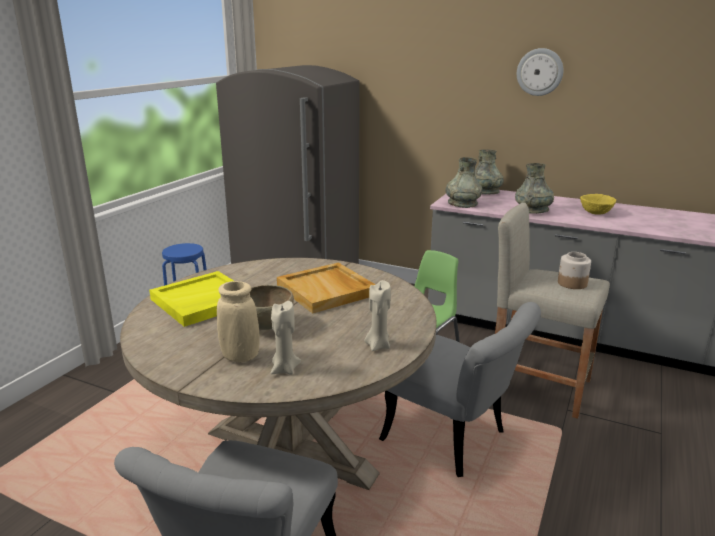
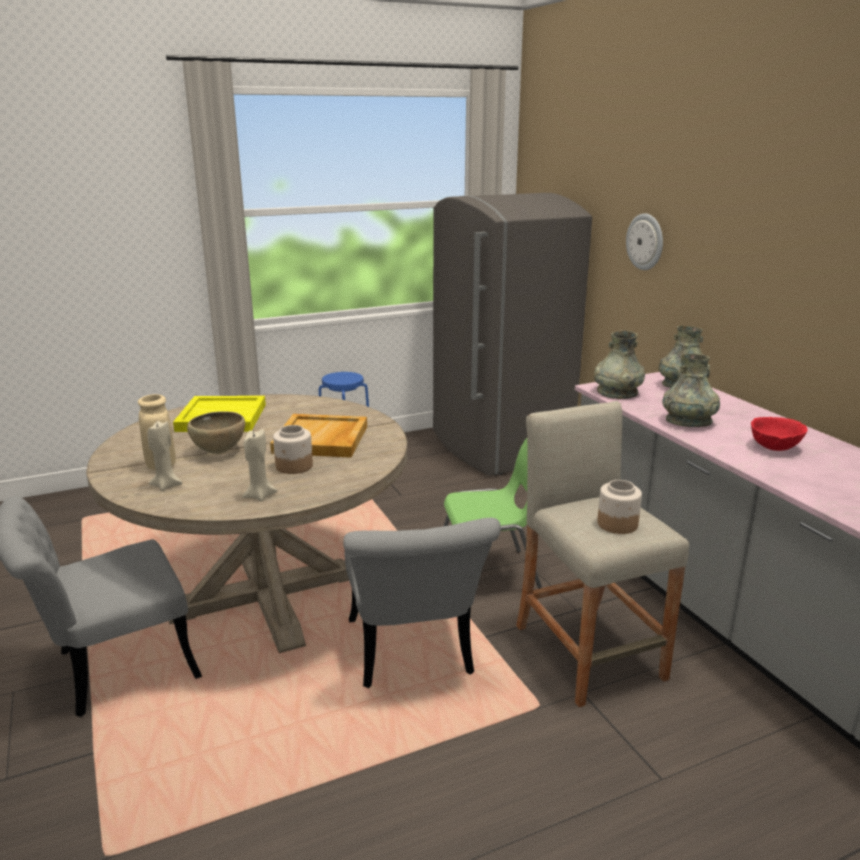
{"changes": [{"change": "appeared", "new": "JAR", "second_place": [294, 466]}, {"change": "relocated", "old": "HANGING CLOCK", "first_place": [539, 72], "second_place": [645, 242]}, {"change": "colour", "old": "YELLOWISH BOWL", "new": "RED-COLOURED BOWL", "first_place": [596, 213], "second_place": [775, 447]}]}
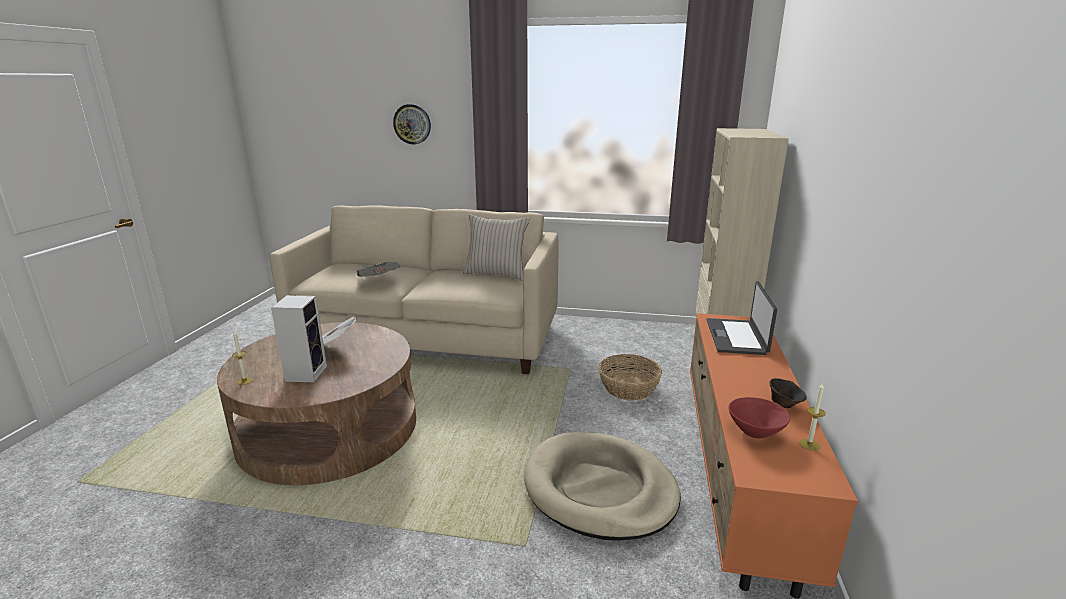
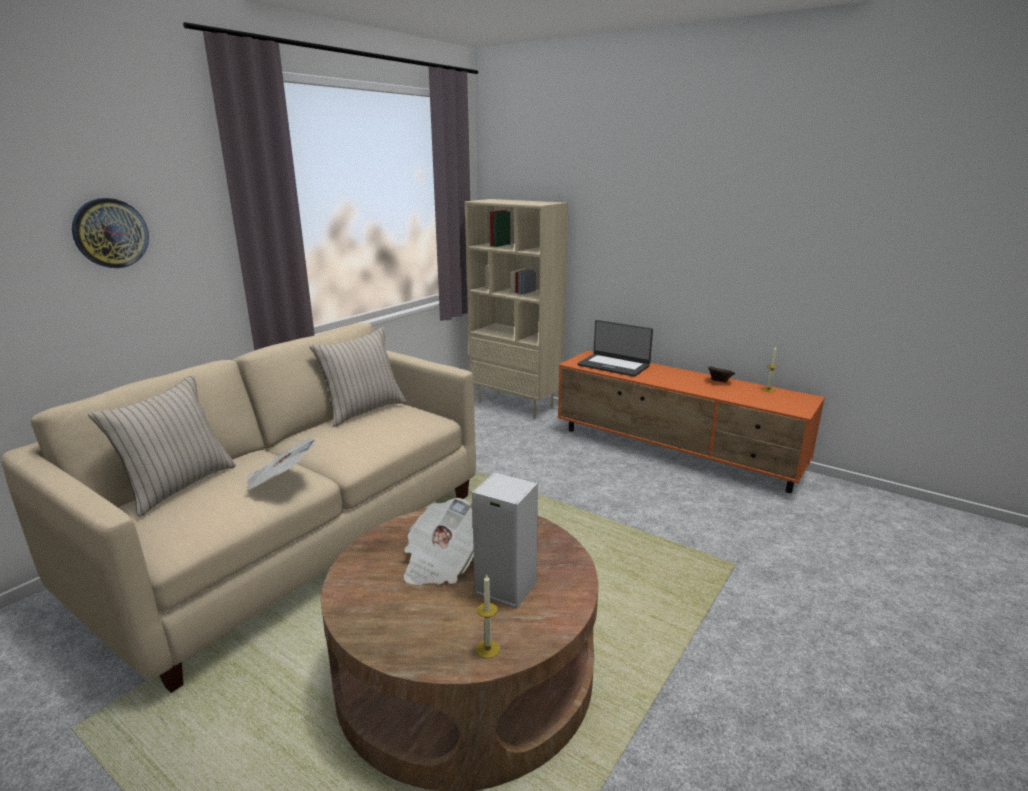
{"changes": [{"change": "appeared", "new": "SAND-COLOURED CUSHION", "second_place": [178, 486]}, {"change": "missing", "old": "SAND-COLOURED PET BED", "first_place": [599, 489]}, {"change": "missing", "old": "HOUSEHOLD BASKET", "first_place": [629, 388]}, {"change": "missing", "old": "RED-COLOURED BOWL", "first_place": [756, 432]}]}
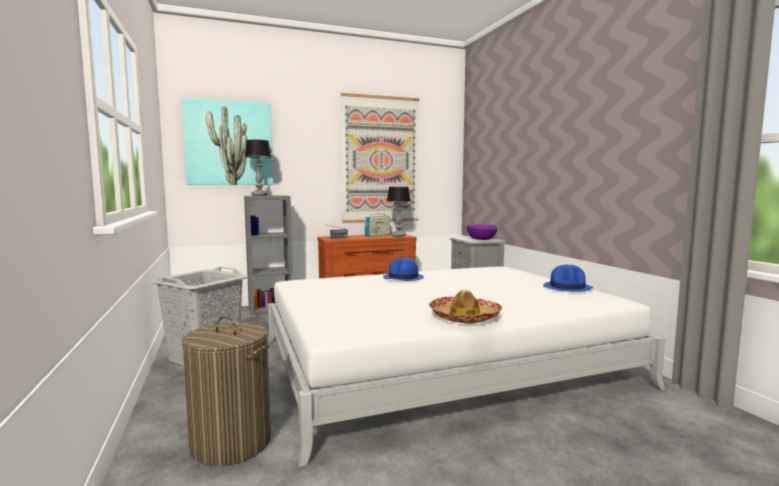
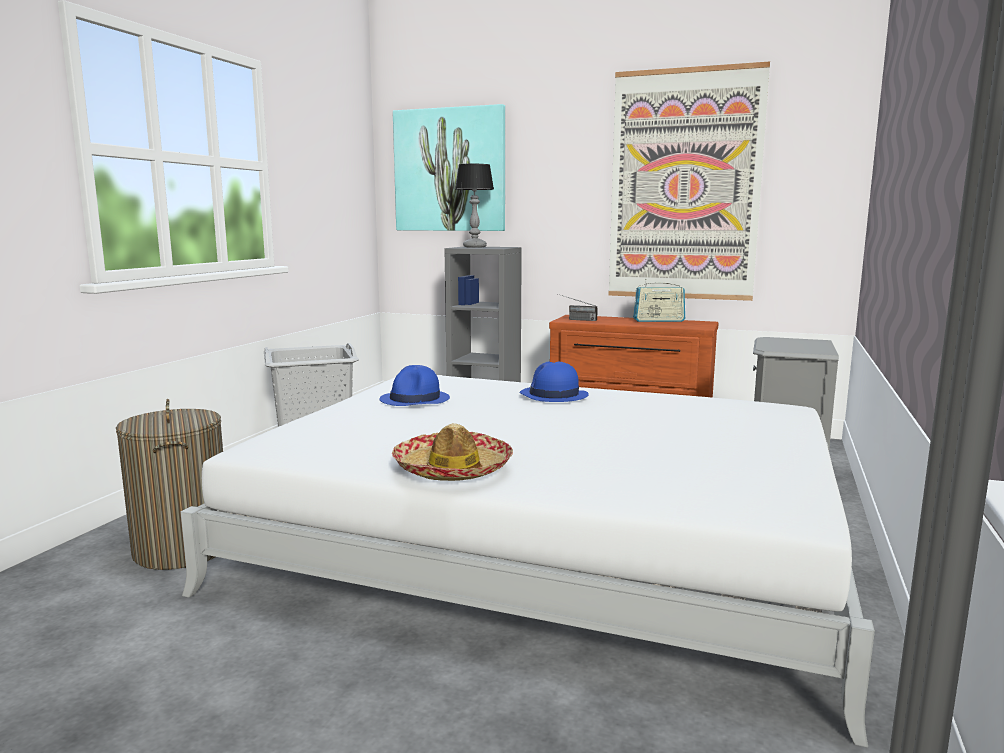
{"changes": [{"change": "relocated", "old": "BLUE-COLOURED WEARABLE HAT", "first_place": [567, 287], "second_place": [415, 400]}, {"change": "missing", "old": "TABLETOP LAMP", "first_place": [398, 236]}, {"change": "missing", "old": "PURPLISH BOWL", "first_place": [481, 239]}]}
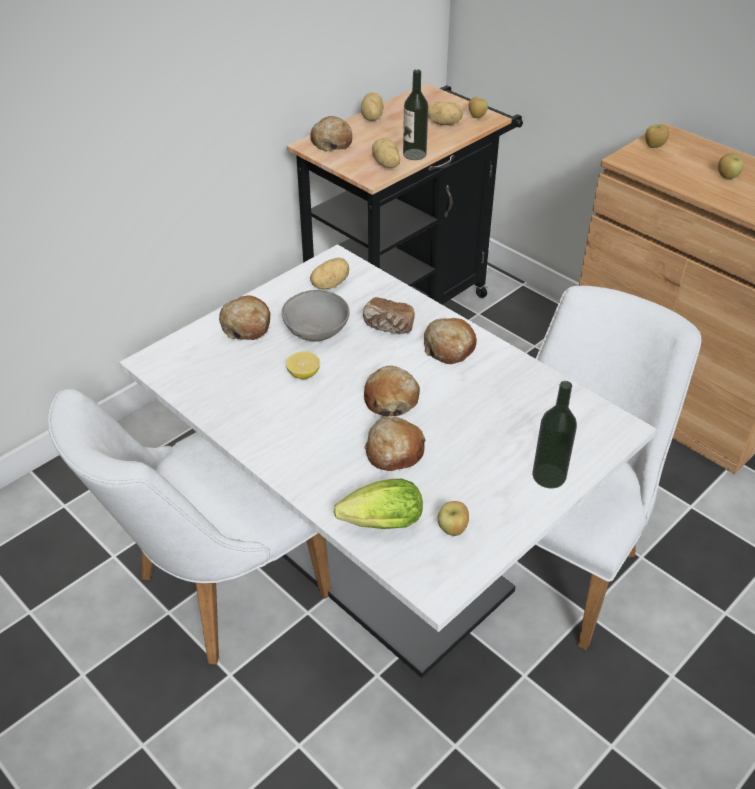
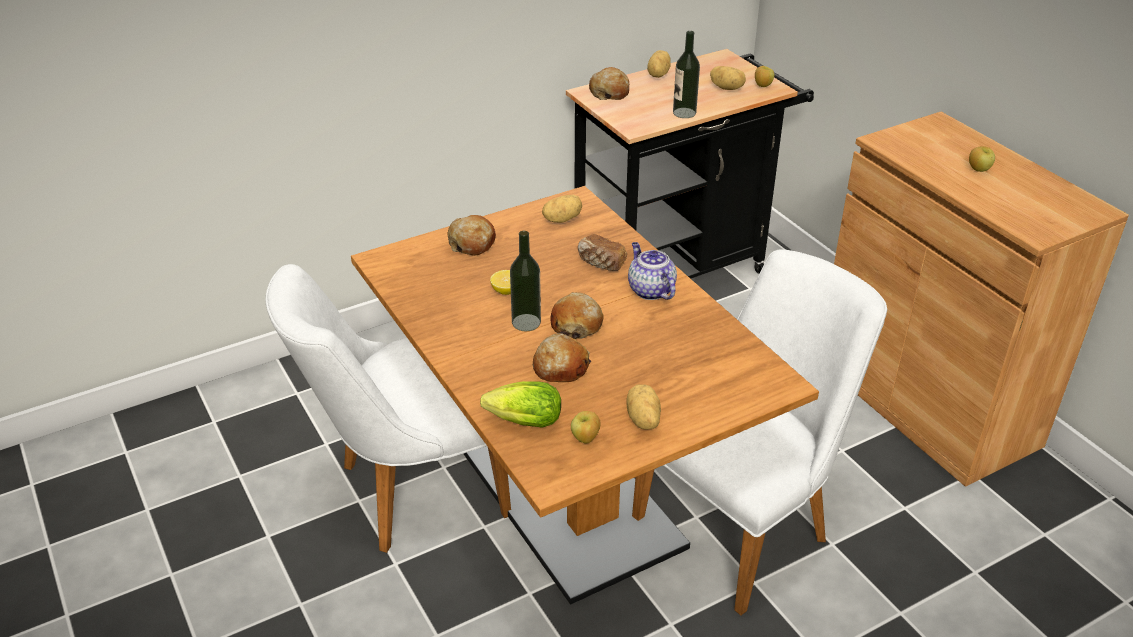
{"changes": [{"change": "colour", "old": "WHITE-COLOURED KITCHEN TABLE", "new": "BROWN-COLOURED KITCHEN TABLE", "first_place": [377, 558], "second_place": [566, 493]}, {"change": "relocated", "old": "BOTTLE", "first_place": [549, 476], "second_place": [526, 322]}, {"change": "relocated", "old": "POTATO", "first_place": [385, 165], "second_place": [642, 420]}, {"change": "exchanged", "old": "BREAD", "new": "TEA POT", "first_place": [449, 348], "second_place": [650, 290]}, {"change": "missing", "old": "GREYISH BOWL", "first_place": [317, 330]}, {"change": "missing", "old": "APPLE", "first_place": [654, 146]}]}
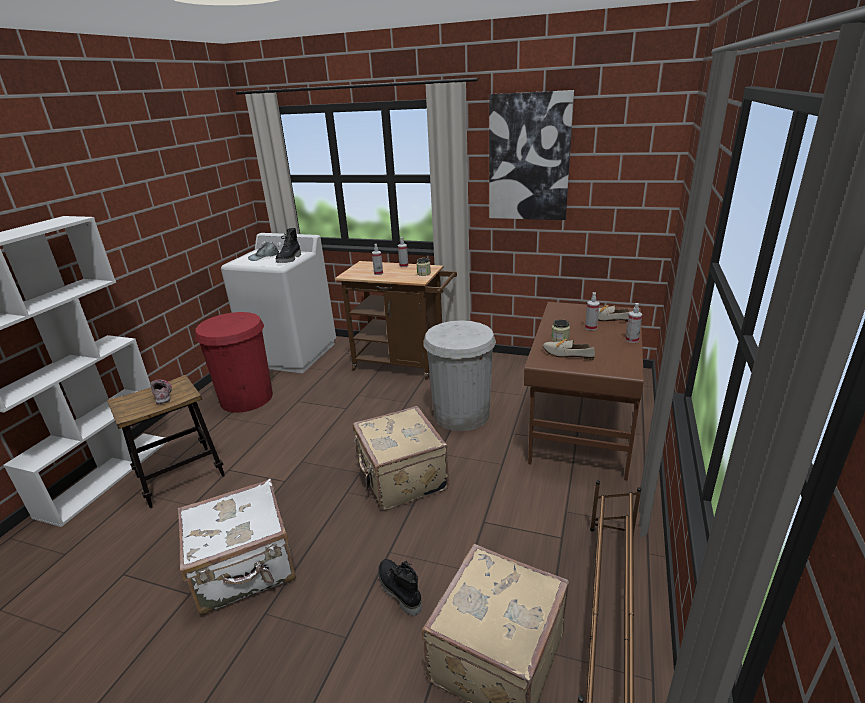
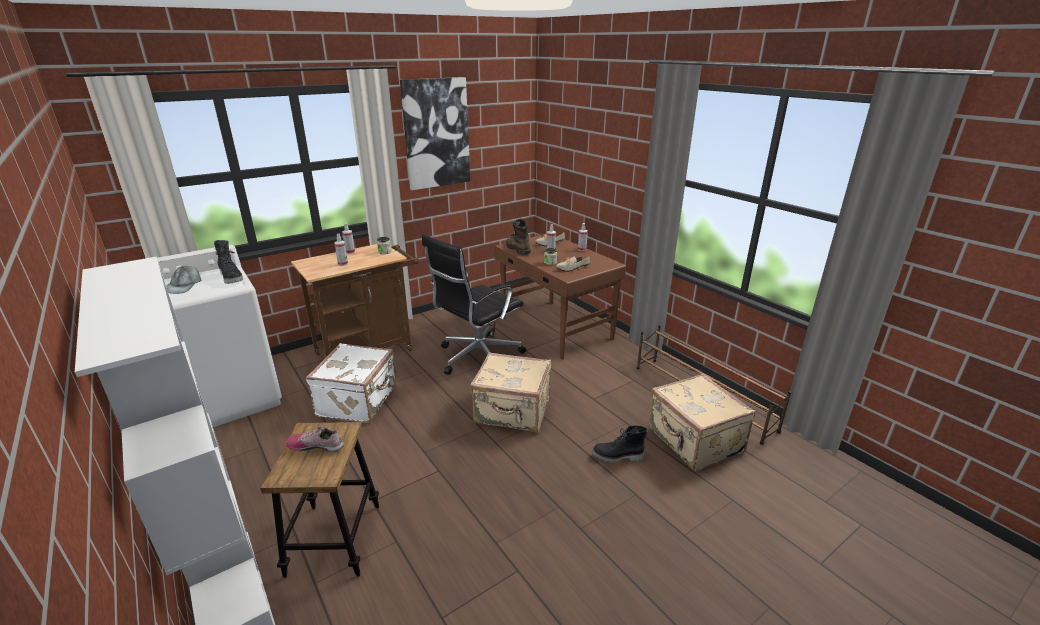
{"changes": [{"change": "relocated", "old": "WHITE-COLOURED PIECE OF LUGGAGE", "first_place": [245, 569], "second_place": [359, 401]}, {"change": "exchanged", "old": "WHITE-COLOURED WASTE BIN", "new": "BLACKISH OFFICE CHAIR", "first_place": [461, 414], "second_place": [477, 358]}, {"change": "appeared", "new": "BROWN-COLOURED HIGH-TOP BOOT", "second_place": [517, 249]}, {"change": "missing", "old": "RED-COLOURED WASTE BIN", "first_place": [246, 398]}]}
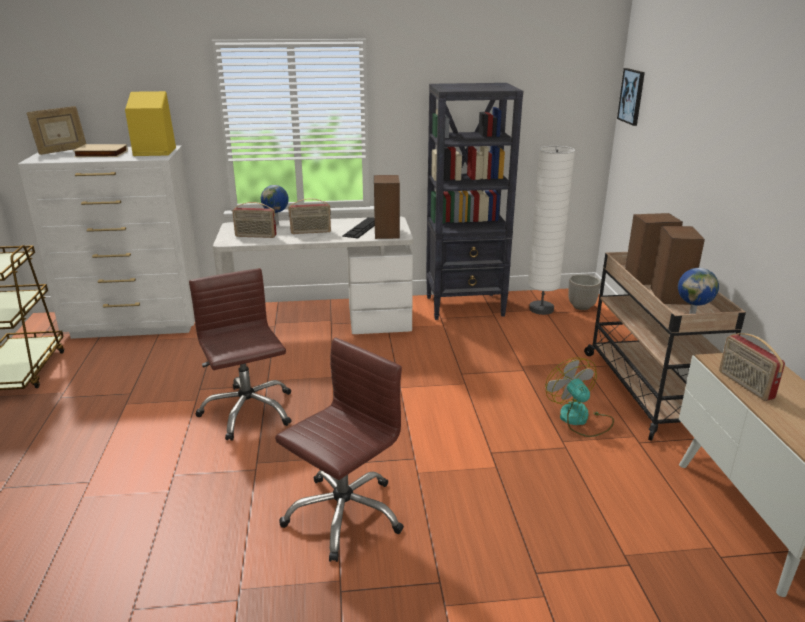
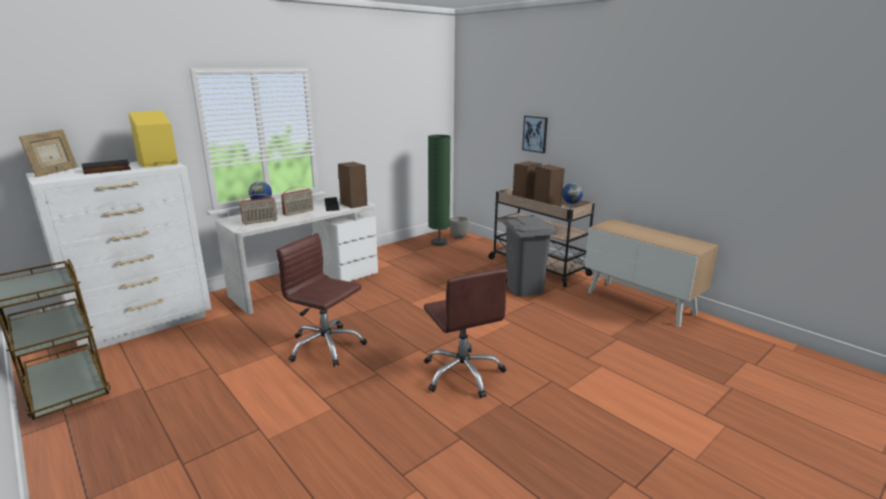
{"changes": [{"change": "colour", "old": "SAND-COLOURED VOLUME", "new": "BLACKISH VOLUME", "first_place": [100, 154], "second_place": [106, 170]}, {"change": "spun", "old": "BROWN-COLOURED OFFICE CHAIR", "first_place": [343, 514], "second_place": [463, 373], "degrees": 150}, {"change": "colour", "old": "WHITE-COLOURED STANDARD LAMP", "new": "GREEN-COLOURED STANDARD LAMP", "first_place": [541, 309], "second_place": [439, 243]}, {"change": "exchanged", "old": "COOLING FAN", "new": "GREYISH WASTE BIN", "first_place": [579, 419], "second_place": [523, 288]}, {"change": "relocated", "old": "WALL PICTURE", "first_place": [632, 96], "second_place": [535, 134]}, {"change": "missing", "old": "BLACKISH SHELVING UNIT", "first_place": [465, 306]}, {"change": "missing", "old": "RADIO RECEIVER", "first_place": [744, 385]}]}
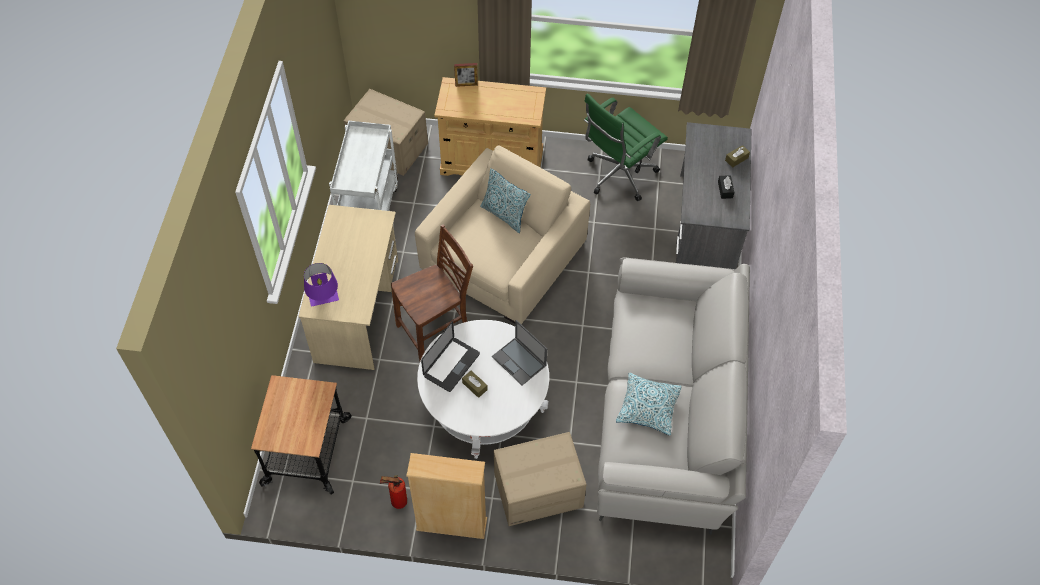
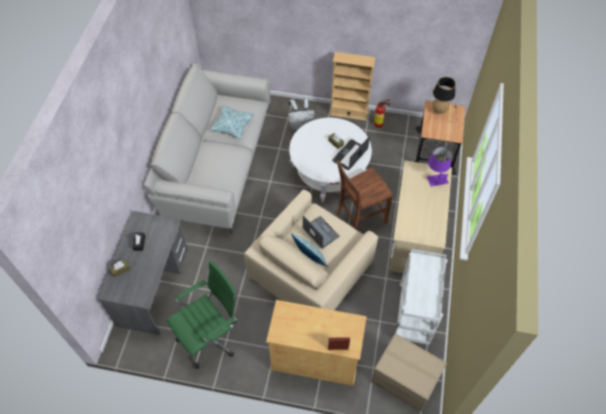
{"changes": [{"change": "exchanged", "old": "CARTON", "new": "WHITE-COLOURED BACKPACK", "first_place": [538, 491], "second_place": [300, 125]}, {"change": "relocated", "old": "NOTEBOOK COMPUTER", "first_place": [519, 361], "second_place": [320, 232]}, {"change": "appeared", "new": "TABLETOP LAMP", "second_place": [441, 112]}]}
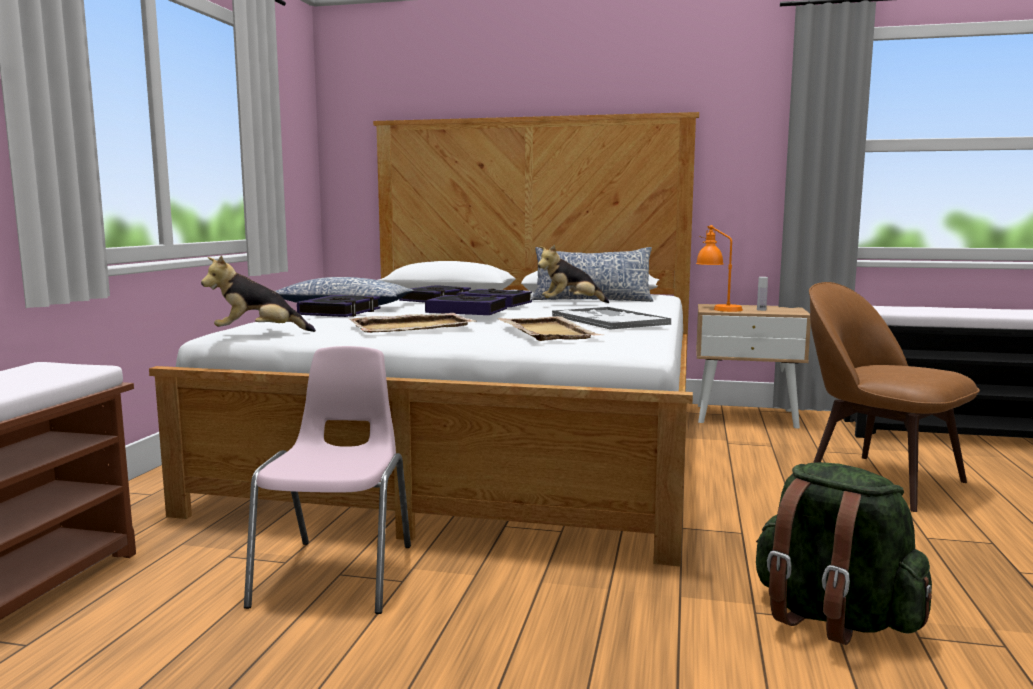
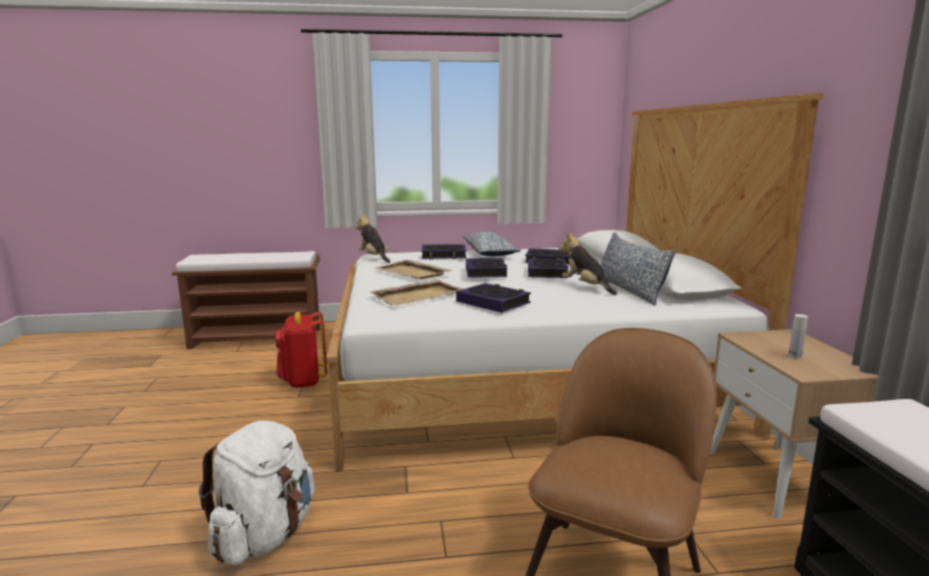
{"changes": [{"change": "colour", "old": "GREEN-COLOURED BACKPACK", "new": "WHITE-COLOURED BACKPACK", "first_place": [832, 618], "second_place": [265, 536]}, {"change": "exchanged", "old": "PINKISH CHAIR", "new": "RED-COLOURED BACKPACK", "first_place": [338, 574], "second_place": [303, 382]}, {"change": "exchanged", "old": "CARRYING TRAY", "new": "VOLUME", "first_place": [608, 320], "second_place": [493, 302]}, {"change": "missing", "old": "ORANGE TABLETOP LAMP", "first_place": [717, 308]}]}
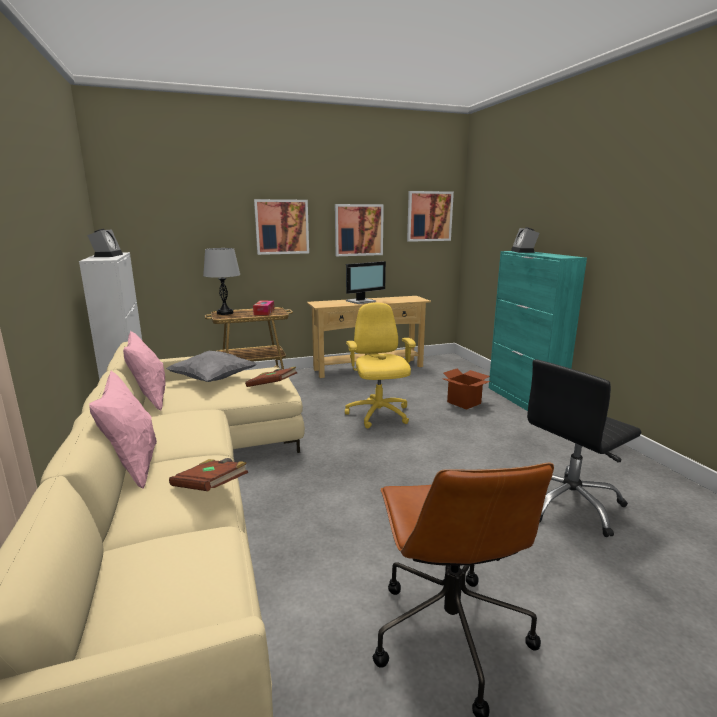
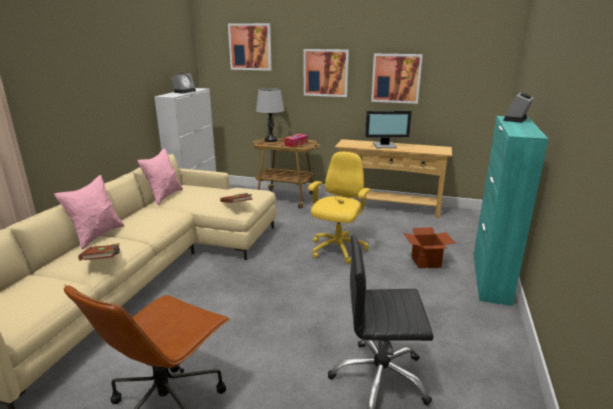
{"changes": [{"change": "relocated", "old": "WALL PICTURE", "first_place": [429, 216], "second_place": [250, 47]}, {"change": "missing", "old": "GREYISH CUSHION", "first_place": [213, 380]}]}
